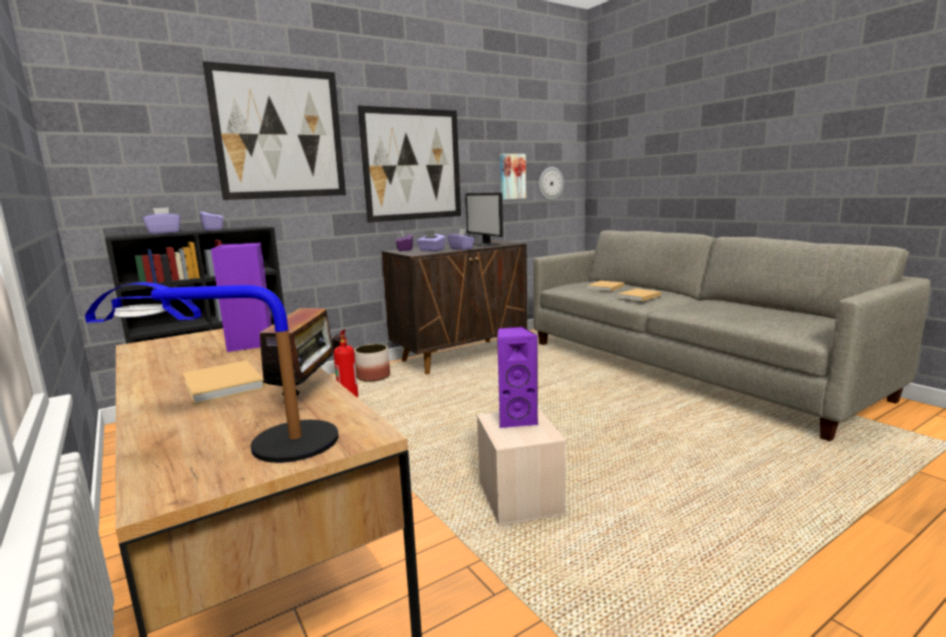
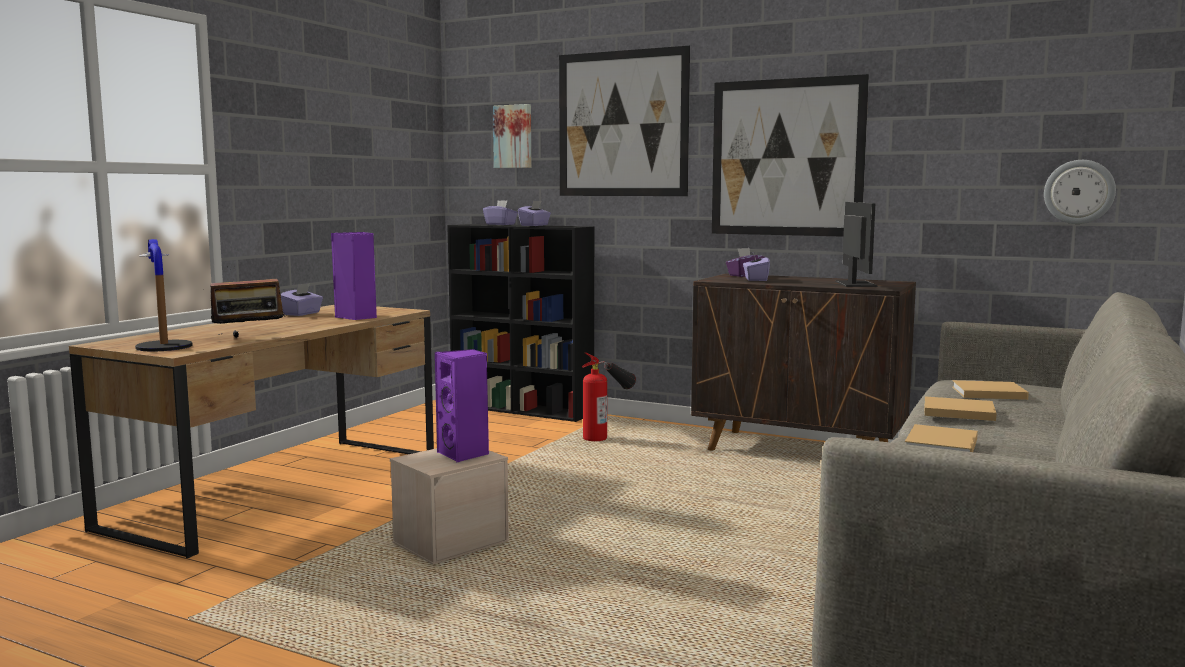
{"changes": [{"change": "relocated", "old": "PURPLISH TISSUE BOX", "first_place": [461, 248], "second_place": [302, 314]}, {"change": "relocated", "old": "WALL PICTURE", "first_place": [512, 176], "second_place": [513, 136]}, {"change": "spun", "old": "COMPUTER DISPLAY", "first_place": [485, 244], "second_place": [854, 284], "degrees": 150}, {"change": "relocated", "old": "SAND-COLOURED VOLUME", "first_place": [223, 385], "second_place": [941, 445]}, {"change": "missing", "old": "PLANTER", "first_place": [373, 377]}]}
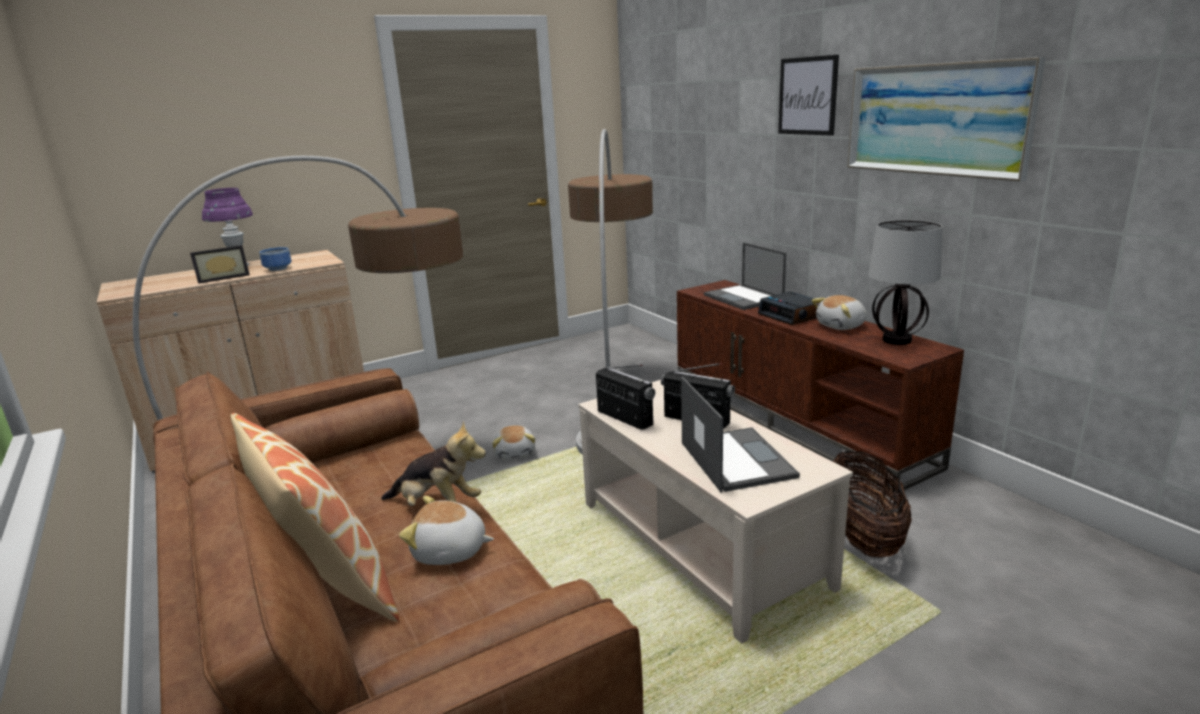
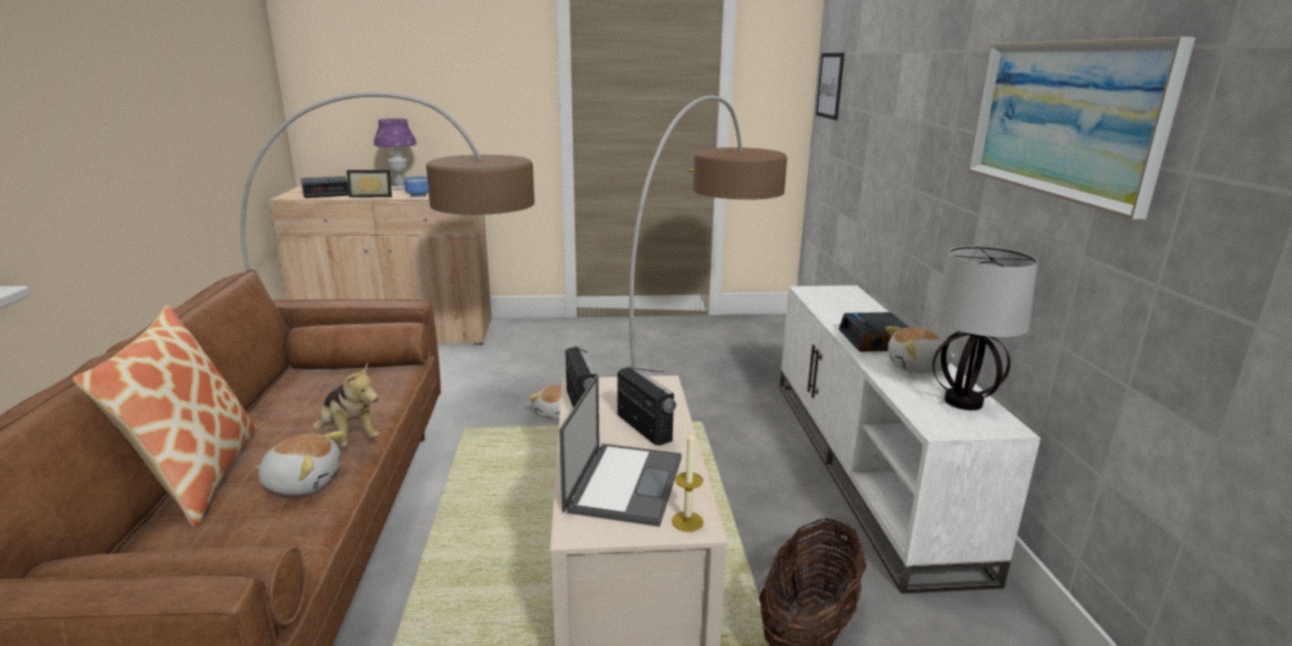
{"changes": [{"change": "spun", "old": "SOFT TOY", "first_place": [449, 552], "second_place": [303, 482], "degrees": 150}, {"change": "appeared", "new": "ALARM CLOCK", "second_place": [326, 193]}, {"change": "appeared", "new": "WAX LIGHT", "second_place": [687, 521]}, {"change": "colour", "old": "BROWN-COLOURED MEDIA CONSOLE", "new": "WHITE-COLOURED MEDIA CONSOLE", "first_place": [795, 420], "second_place": [868, 466]}, {"change": "relocated", "old": "WALL PICTURE", "first_place": [807, 96], "second_place": [830, 85]}, {"change": "missing", "old": "NOTEBOOK COMPUTER", "first_place": [744, 298]}]}
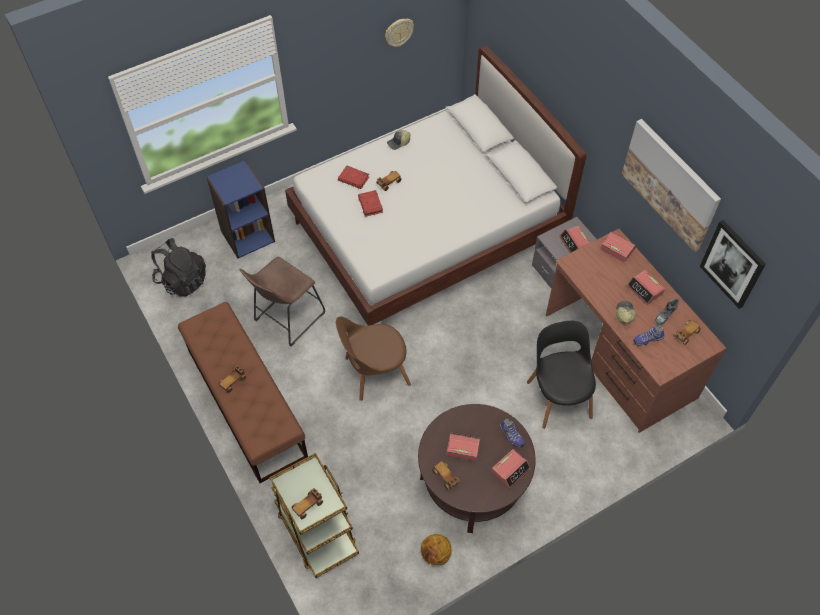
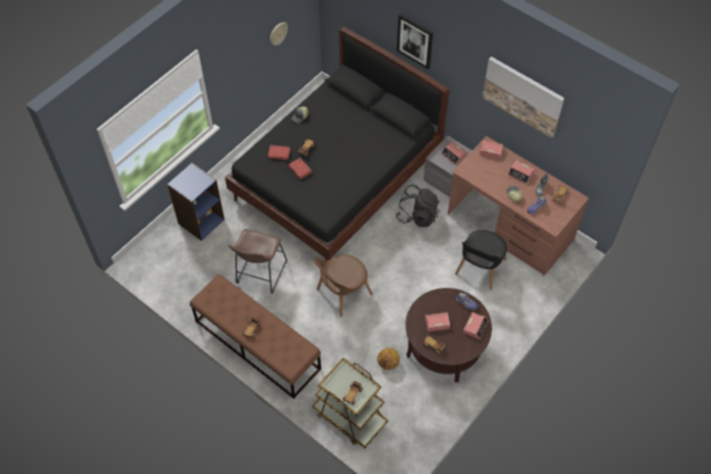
{"changes": [{"change": "colour", "old": "WHITE-COLOURED SLEEPING BED", "new": "BLACKISH SLEEPING BED", "first_place": [428, 232], "second_place": [337, 178]}, {"change": "relocated", "old": "BALL FOR BASKETBALL", "first_place": [435, 555], "second_place": [388, 363]}, {"change": "relocated", "old": "BLACKISH BACKPACK", "first_place": [182, 280], "second_place": [417, 215]}, {"change": "relocated", "old": "WALL PICTURE", "first_place": [732, 264], "second_place": [415, 41]}, {"change": "spun", "old": "BLACKISH CHAIR", "first_place": [558, 396], "second_place": [479, 268], "degrees": -120}]}
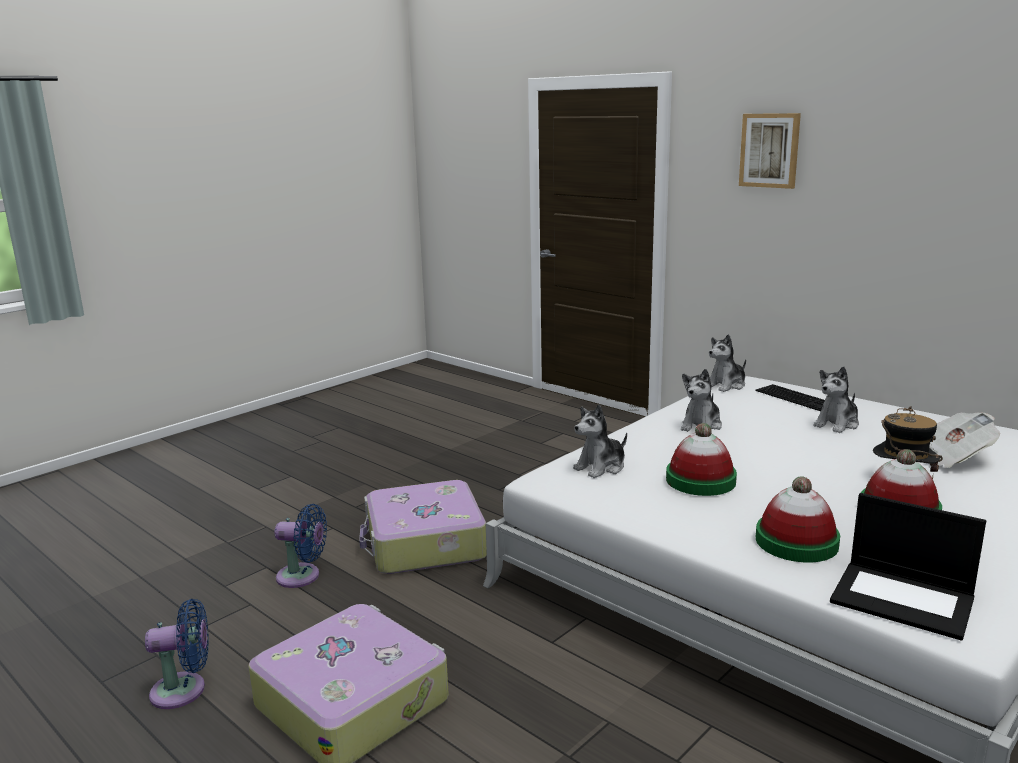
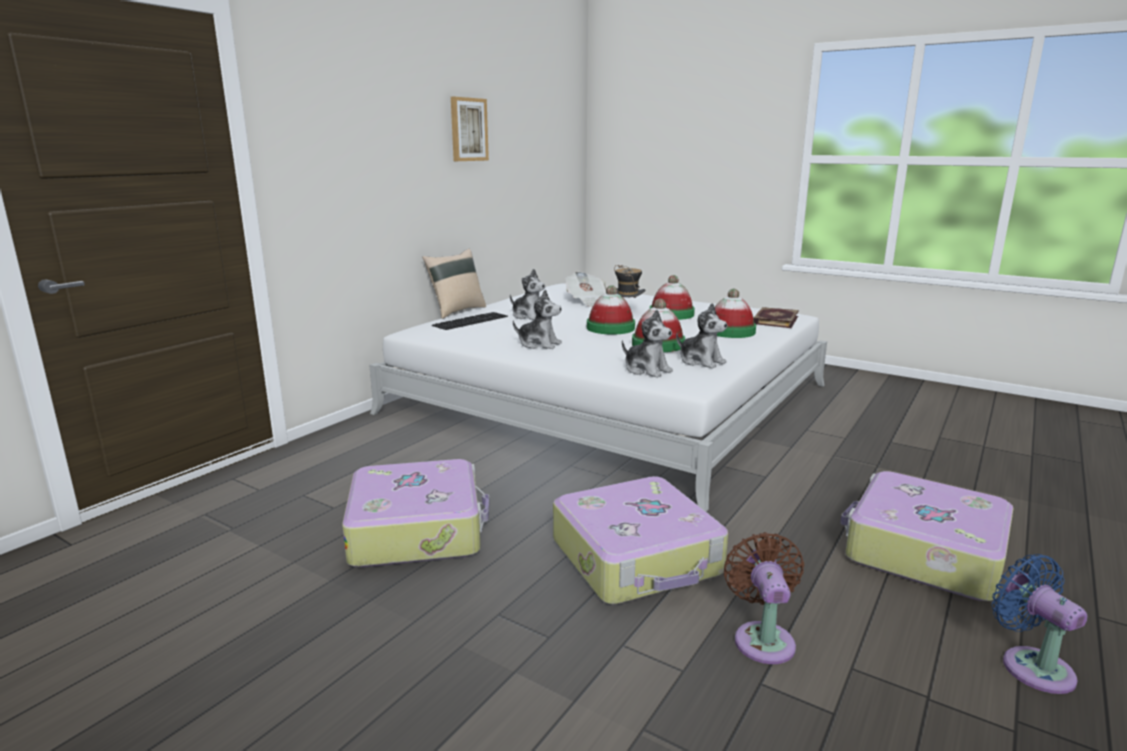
{"changes": [{"change": "appeared", "new": "PIECE OF LUGGAGE", "second_place": [417, 529]}, {"change": "appeared", "new": "SAND-COLOURED CUSHION", "second_place": [456, 311]}, {"change": "relocated", "old": "WALL PICTURE", "first_place": [769, 150], "second_place": [468, 129]}, {"change": "appeared", "new": "WEARABLE HAT", "second_place": [610, 328]}, {"change": "relocated", "old": "SOFT TOY", "first_place": [726, 385], "second_place": [701, 361]}, {"change": "colour", "old": "BLUE-COLOURED COOLING FAN", "new": "BROWN-COLOURED COOLING FAN", "first_place": [302, 576], "second_place": [762, 638]}, {"change": "exchanged", "old": "NOTEBOOK COMPUTER", "new": "VOLUME", "first_place": [904, 599], "second_place": [774, 320]}]}
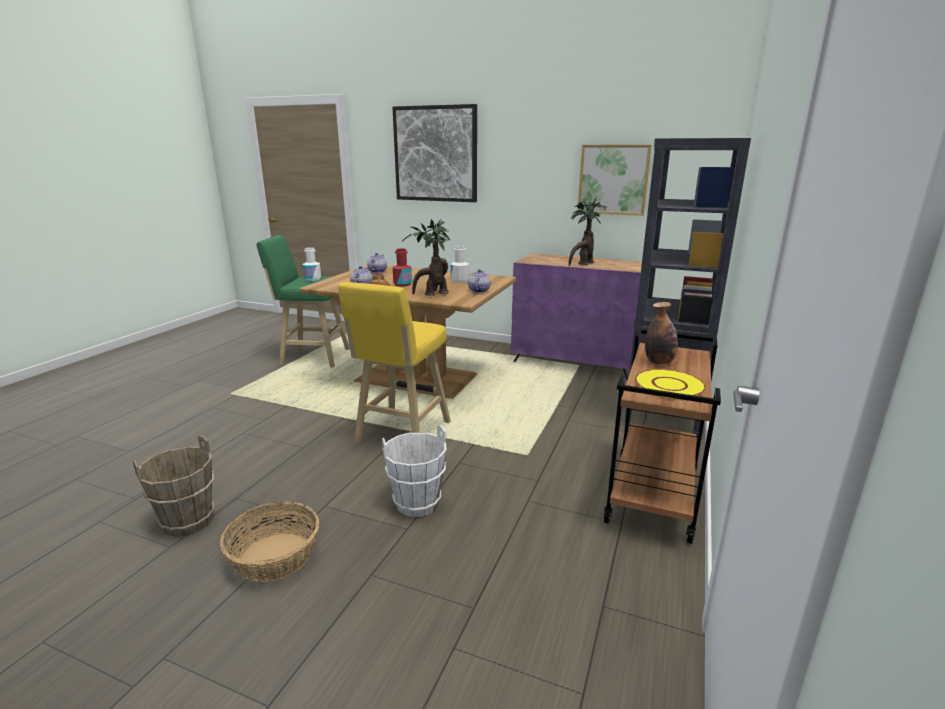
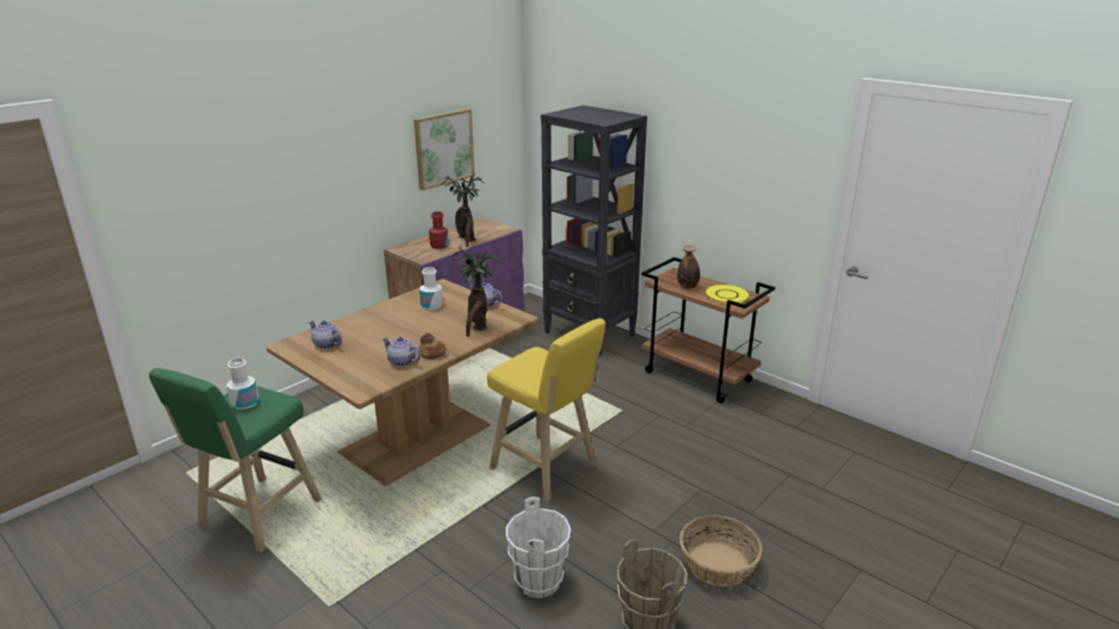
{"changes": [{"change": "relocated", "old": "RED-COLOURED BOTTLE", "first_place": [402, 284], "second_place": [439, 246]}, {"change": "relocated", "old": "WHITE-COLOURED BUCKET", "first_place": [417, 504], "second_place": [539, 581]}, {"change": "missing", "old": "WALL PICTURE", "first_place": [435, 154]}]}
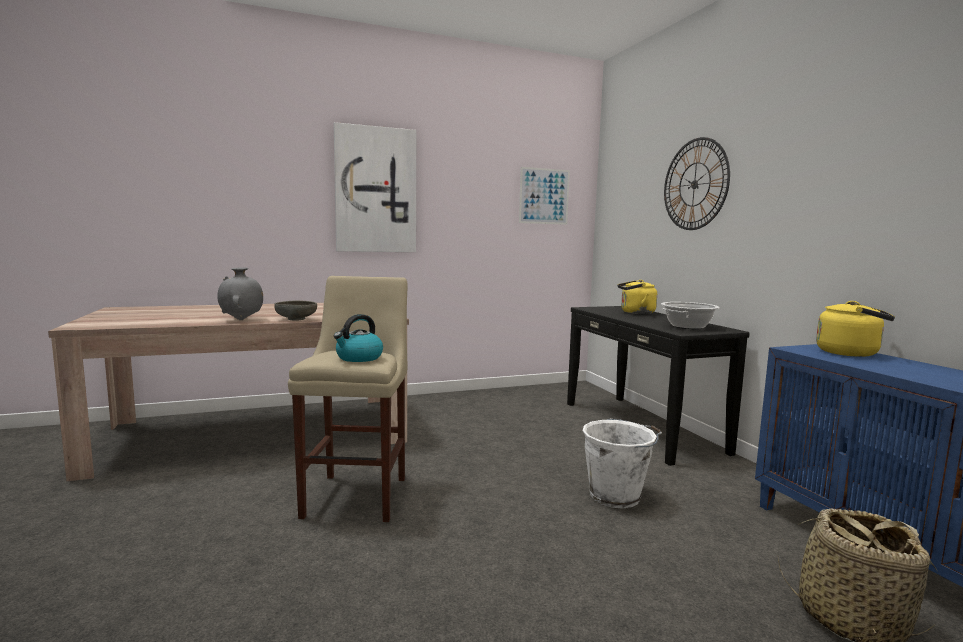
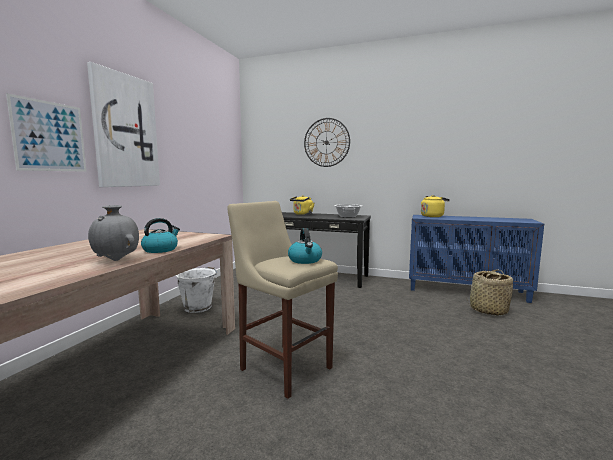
{"changes": [{"change": "relocated", "old": "WALL PICTURE", "first_place": [544, 196], "second_place": [50, 136]}, {"change": "exchanged", "old": "GREYISH BOWL", "new": "KETTLE", "first_place": [296, 319], "second_place": [160, 249]}, {"change": "relocated", "old": "WHITE-COLOURED BUCKET", "first_place": [617, 496], "second_place": [198, 307]}]}
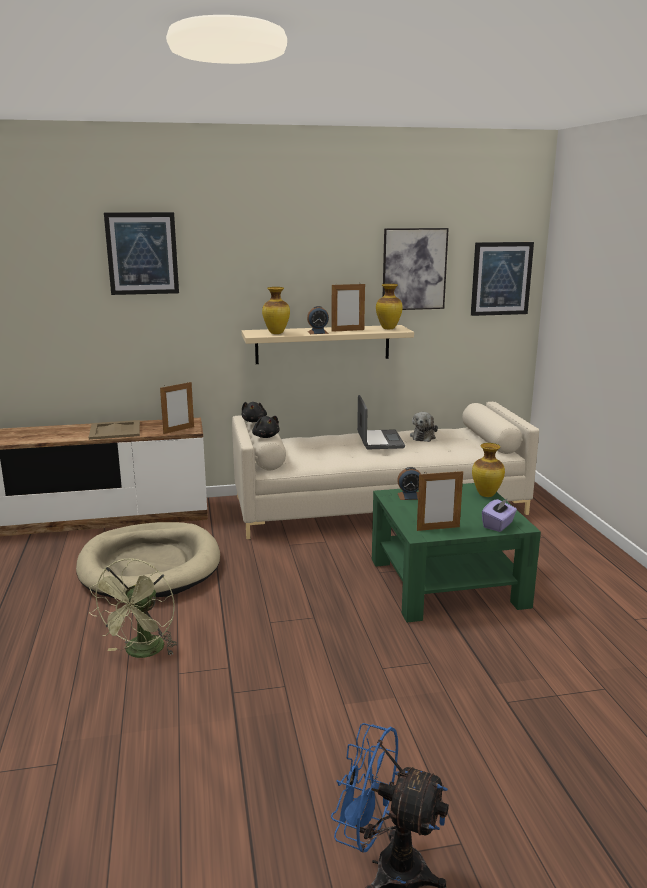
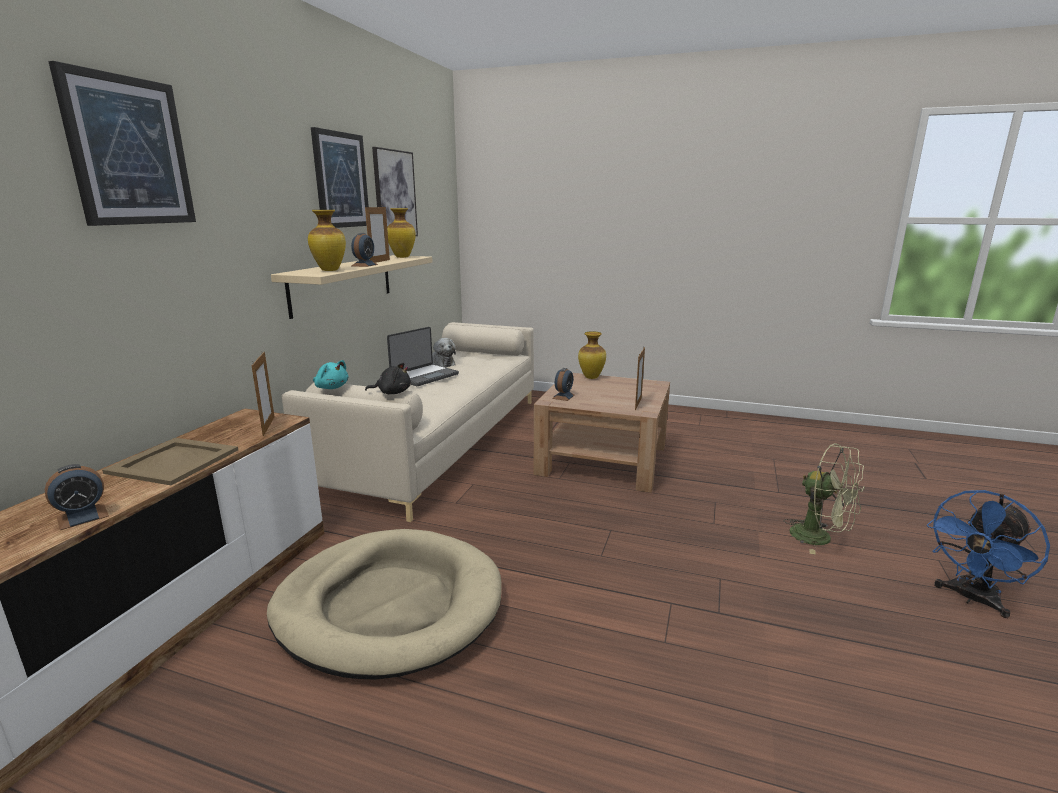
{"changes": [{"change": "appeared", "new": "ALARM CLOCK", "second_place": [83, 517]}, {"change": "relocated", "old": "WALL PICTURE", "first_place": [501, 278], "second_place": [341, 180]}, {"change": "colour", "old": "BLACKISH SOFT TOY", "new": "TURQUOISE-COLOURED SOFT TOY", "first_place": [254, 421], "second_place": [331, 387]}, {"change": "spun", "old": "NOTEBOOK COMPUTER", "first_place": [379, 440], "second_place": [424, 376], "degrees": 105}, {"change": "colour", "old": "GREEN-COLOURED LOUNGE TABLE", "new": "BROWN-COLOURED LOUNGE TABLE", "first_place": [447, 582], "second_place": [602, 459]}, {"change": "relocated", "old": "GREEN-COLOURED COOLING FAN", "first_place": [142, 653], "second_place": [820, 538]}, {"change": "missing", "old": "PURPLISH TISSUE BOX", "first_place": [498, 525]}]}
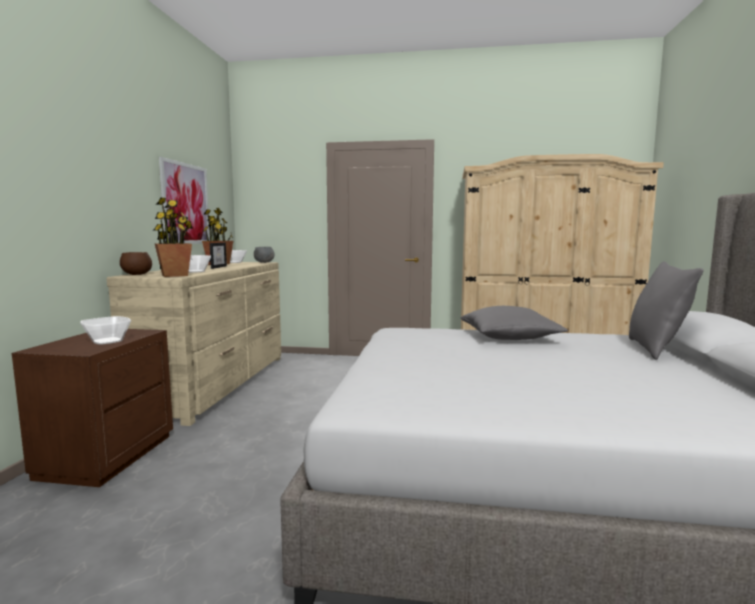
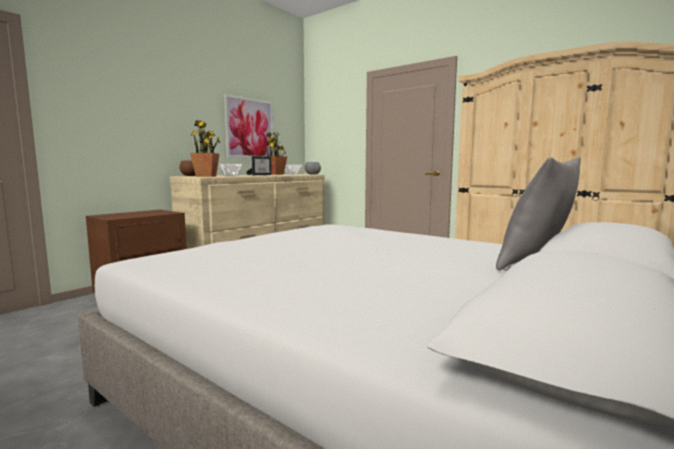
{"changes": [{"change": "missing", "old": "BOWL", "first_place": [108, 341]}, {"change": "missing", "old": "GREYISH CUSHION", "first_place": [509, 337]}]}
